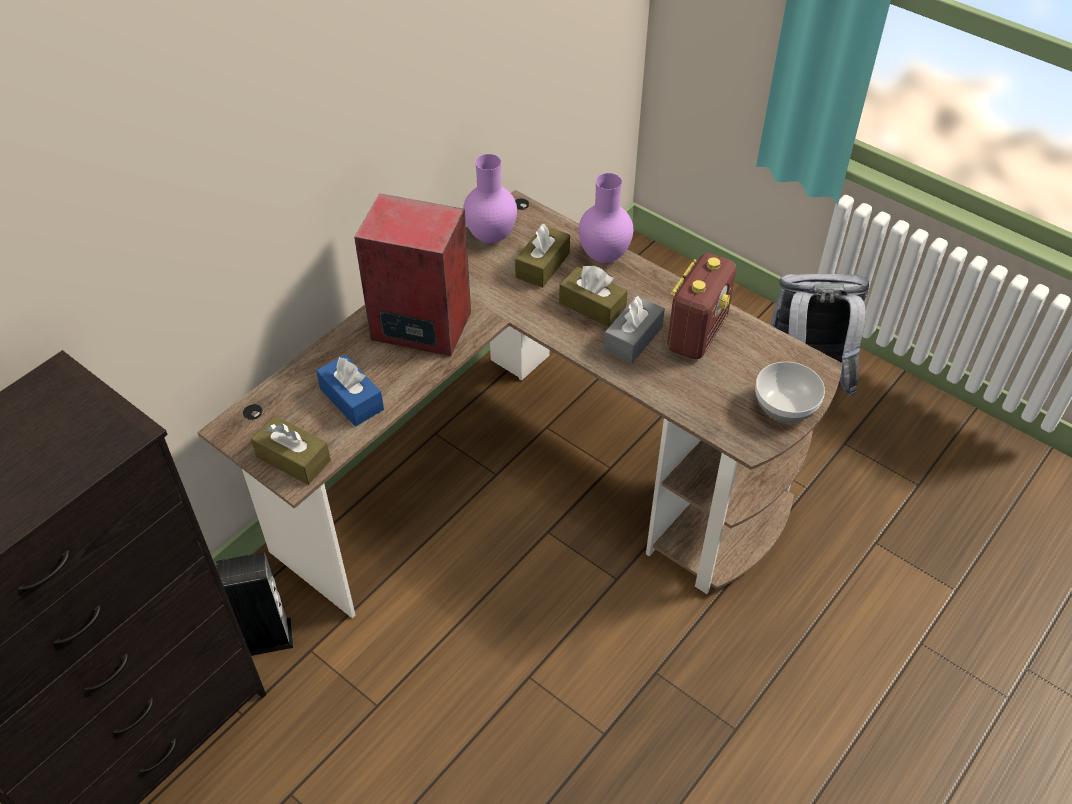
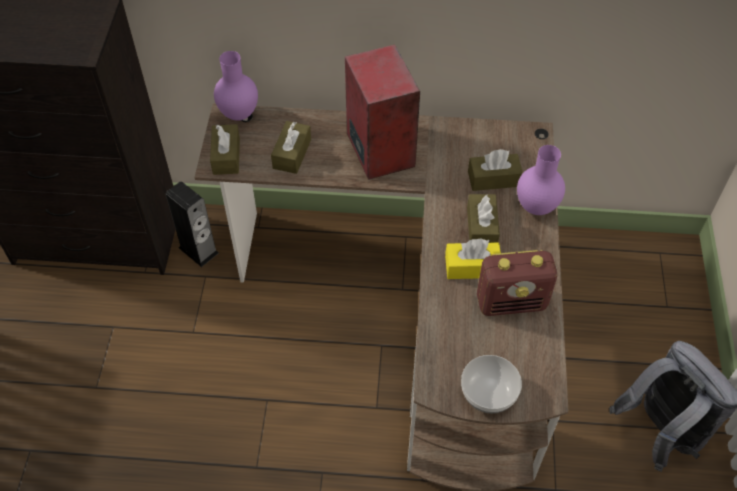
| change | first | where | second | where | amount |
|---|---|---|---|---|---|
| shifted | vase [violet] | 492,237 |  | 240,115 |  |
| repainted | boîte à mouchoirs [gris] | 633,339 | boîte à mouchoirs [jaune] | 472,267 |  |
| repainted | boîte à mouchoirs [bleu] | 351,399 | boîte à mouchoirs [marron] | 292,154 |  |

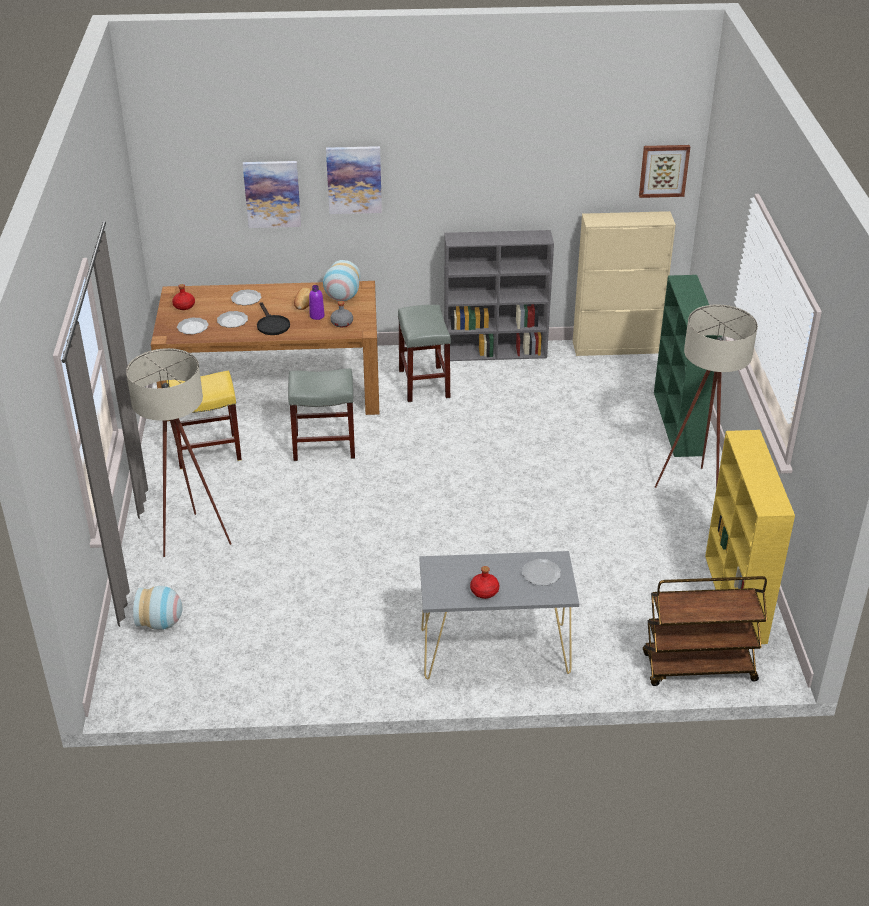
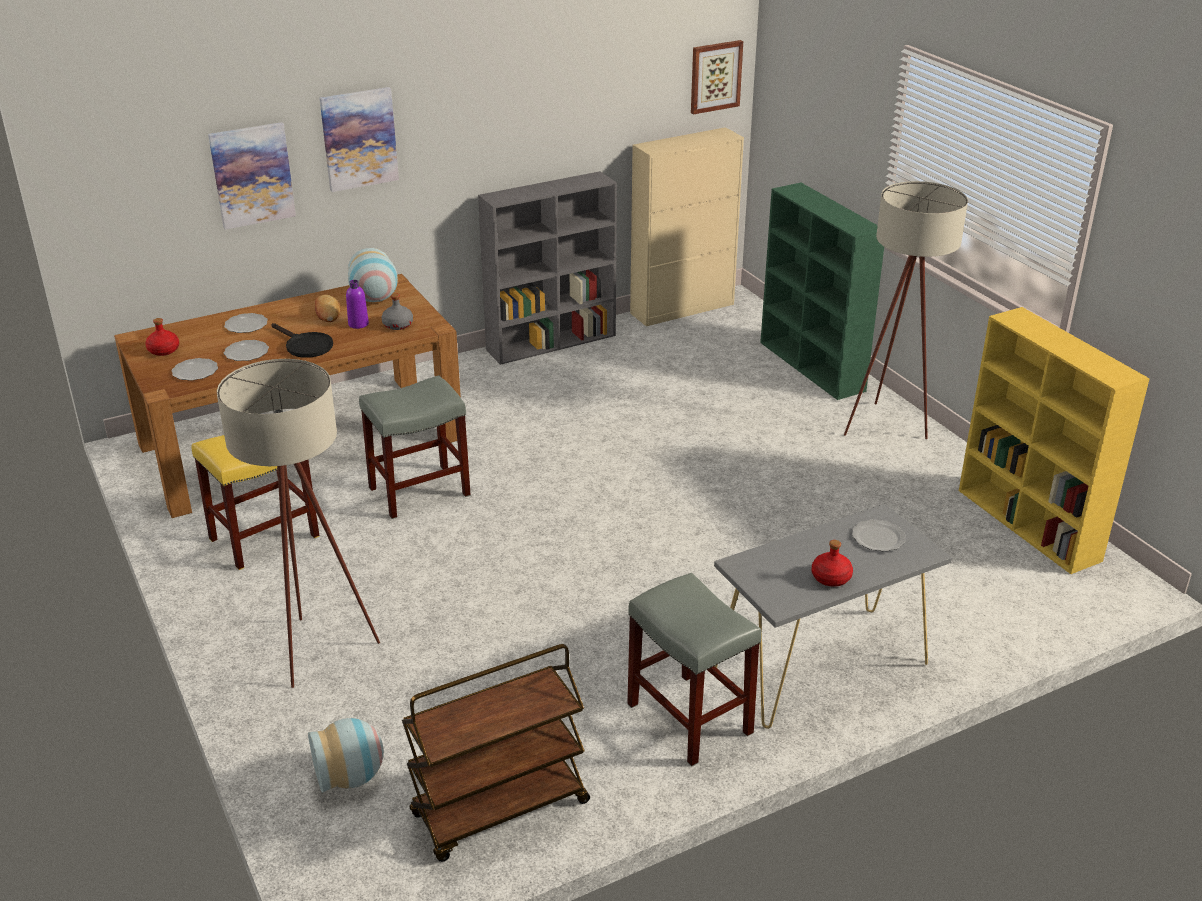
| change | first | where | second | where | amount |
|---|---|---|---|---|---|
| shifted | tabouret [gris] | 424,384 |  | 691,719 |  |
| shifted | chariot [marron] | 698,668 |  | 499,810 |  |

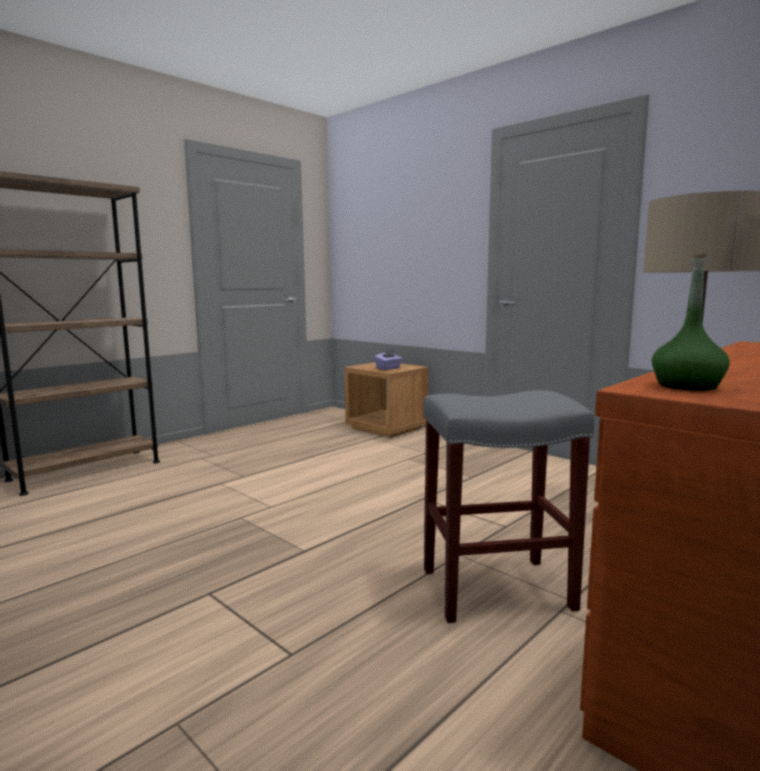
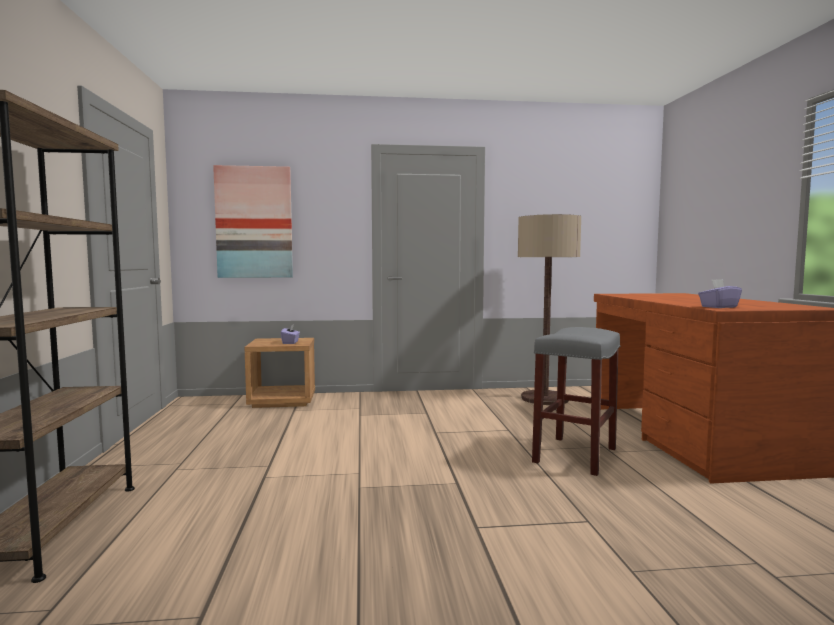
| change | first | where | second | where | amount |
|---|---|---|---|---|---|
| swapped | bouteille [vert] | 686,386 | boîte à mouchoirs [violet] | 718,307 |  |
| new |  |  | tableau | 254,222 |  |

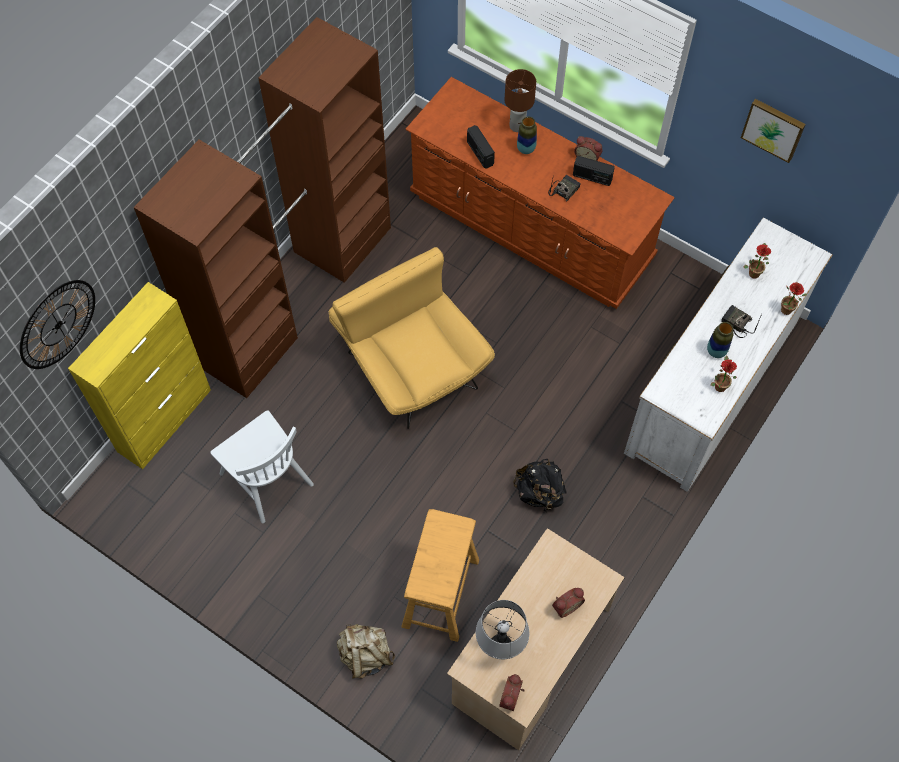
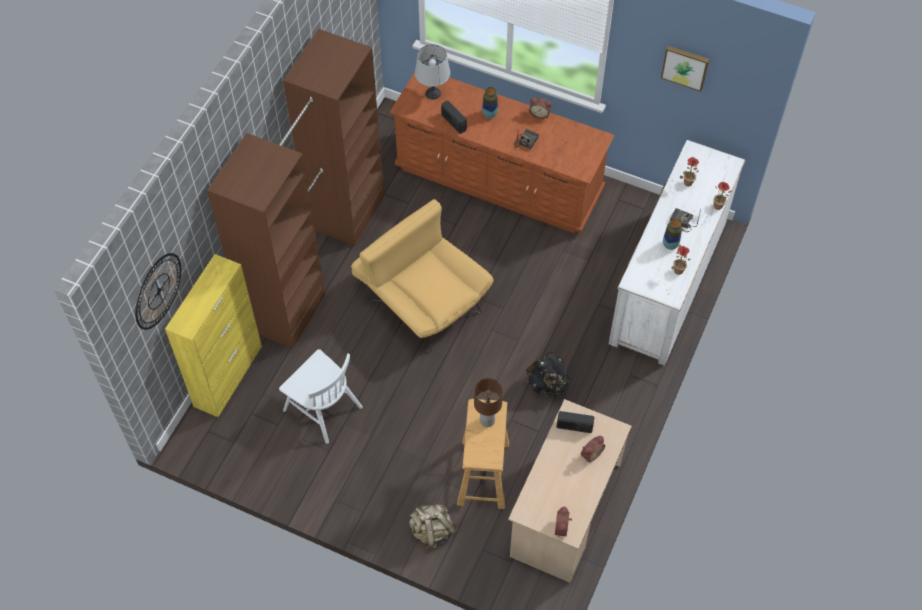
| change | first | where | second | where | amount |
|---|---|---|---|---|---|
| shifted | lampe de table [marron] | 517,126 |  | 487,420 |  |
| shifted | radio | 592,177 |  | 574,426 |  |
| shifted | lampe de table [gris] | 500,645 |  | 433,93 |  |

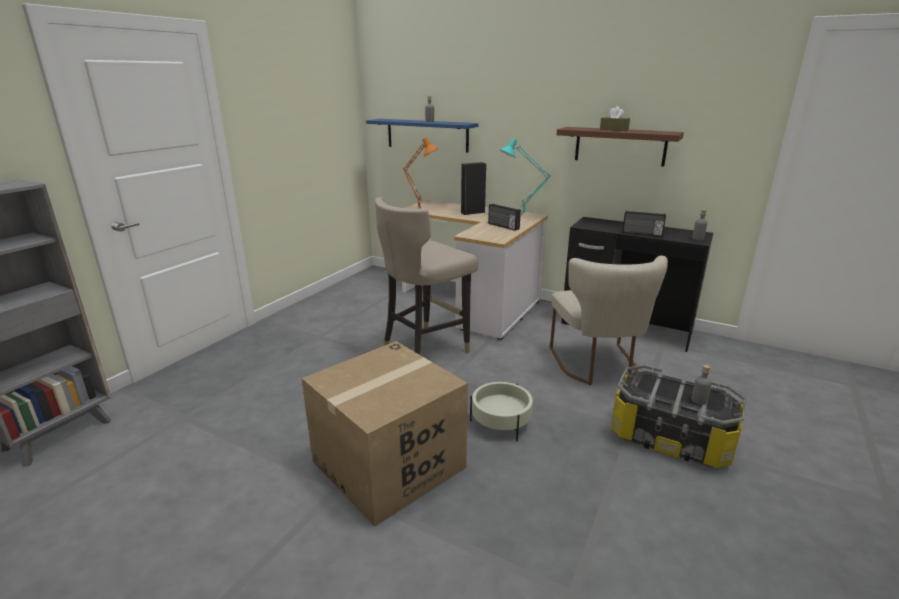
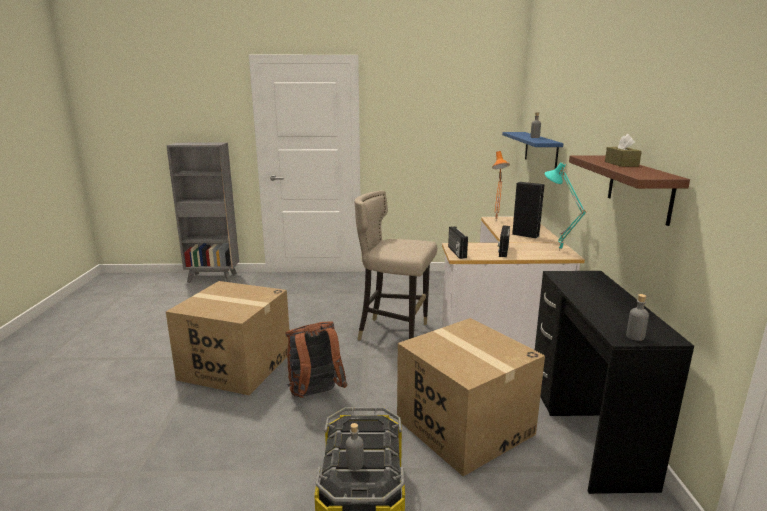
| change | first | where | second | where | amount |
|---|---|---|---|---|---|
| shifted | radio | 642,234 |  | 456,252 |  |
| swapped | chaise [beige] | 597,366 | carton | 464,426 |  |
| swapped | cache-pot [beige] | 501,423 | sac à dos [marron] | 315,395 |  |

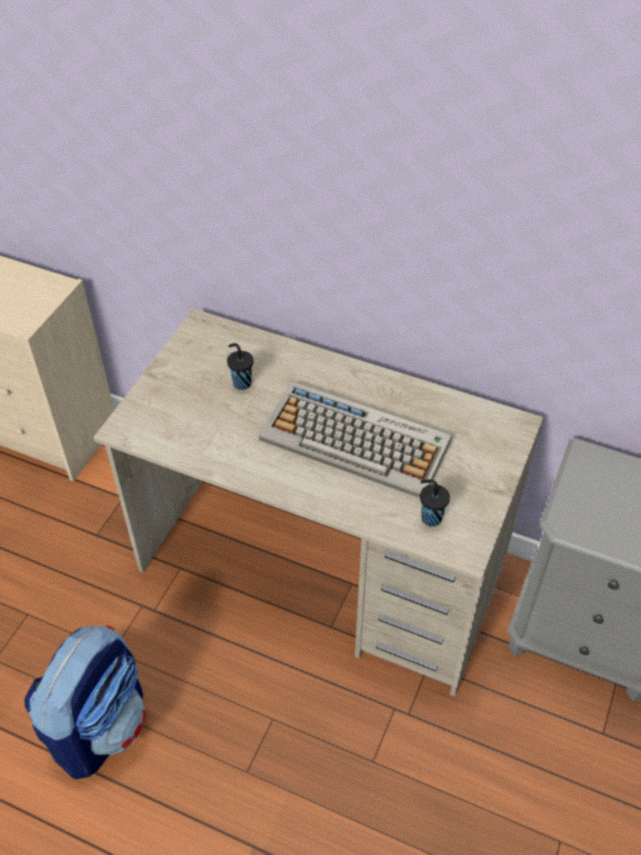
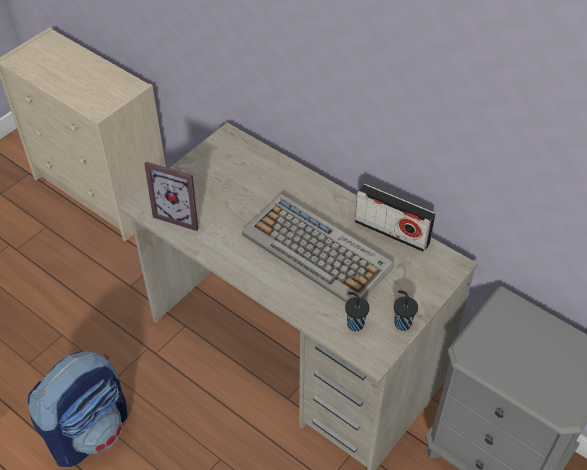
| change | first | where | second | where | amount |
|---|---|---|---|---|---|
| shifted | tasse [noir] | 241,383 |  | 402,323 |  |
| new |  |  | cadre photo | 181,214 |  |
| new |  |  | radio | 392,232 |  |

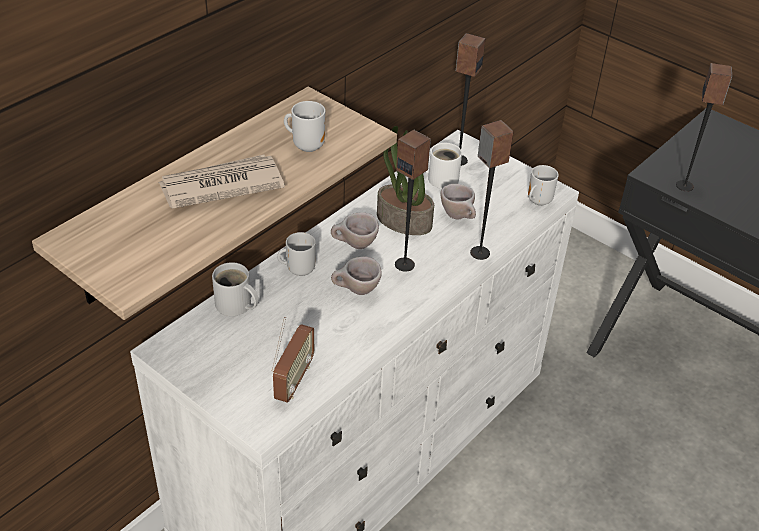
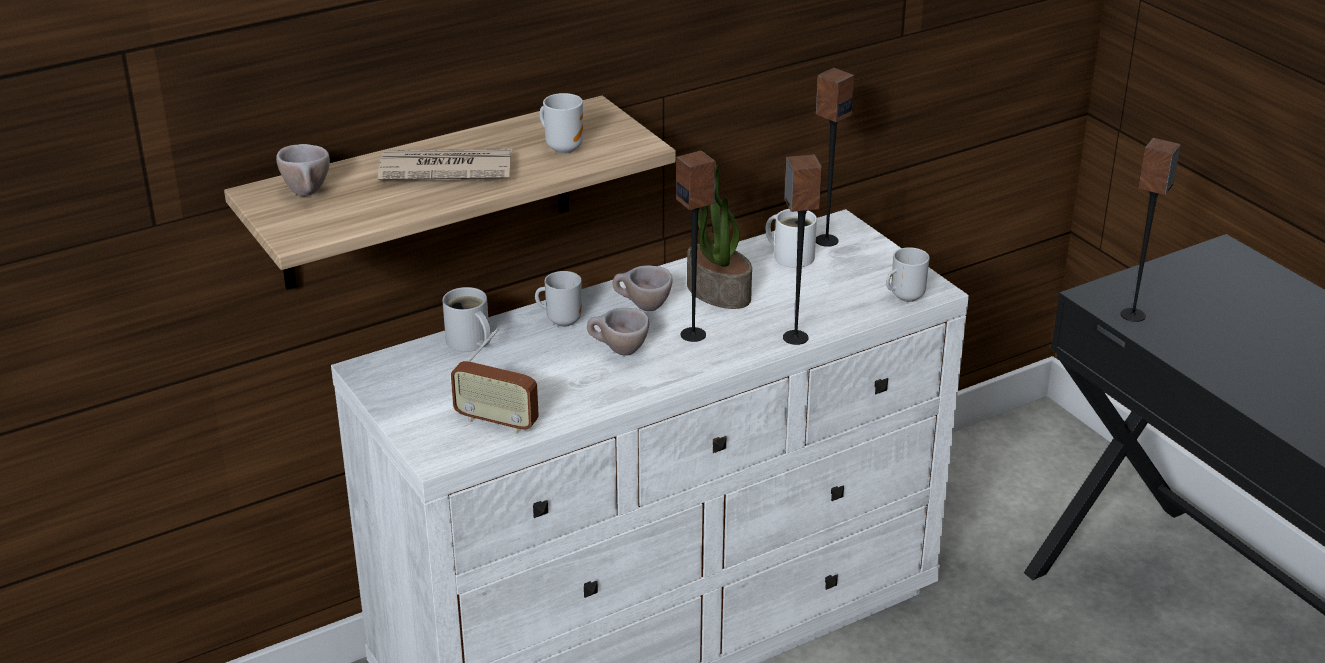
| change | first | where | second | where | amount |
|---|---|---|---|---|---|
| shifted | tasse [beige] | 459,217 |  | 308,194 |  |
| rotated | radio | 294,381 |  | 496,422 | 75 degrees clockwise |

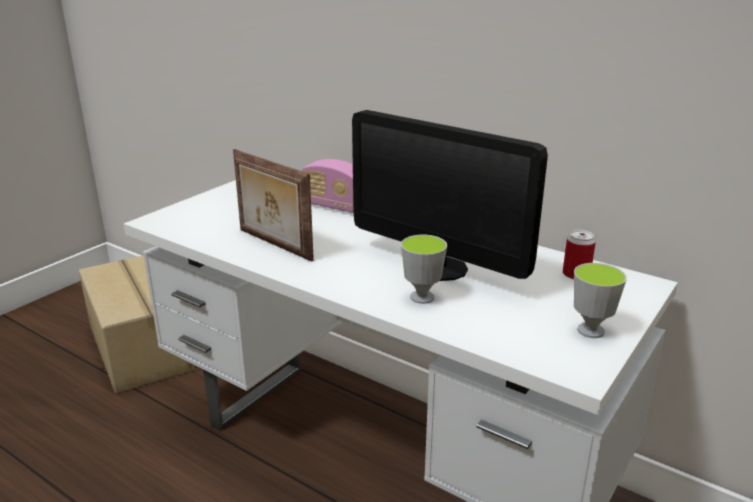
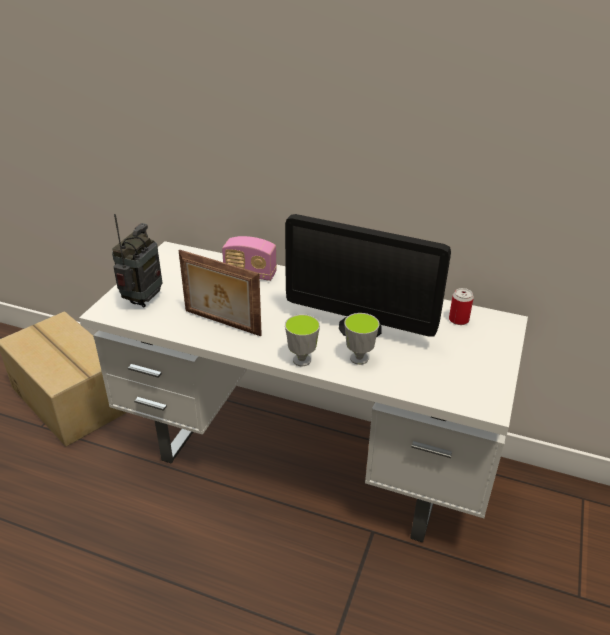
| change | first | where | second | where | amount |
|---|---|---|---|---|---|
| shifted | tasse | 590,331 |  | 302,360 |  |
| new |  |  | radio | 143,299 |  |

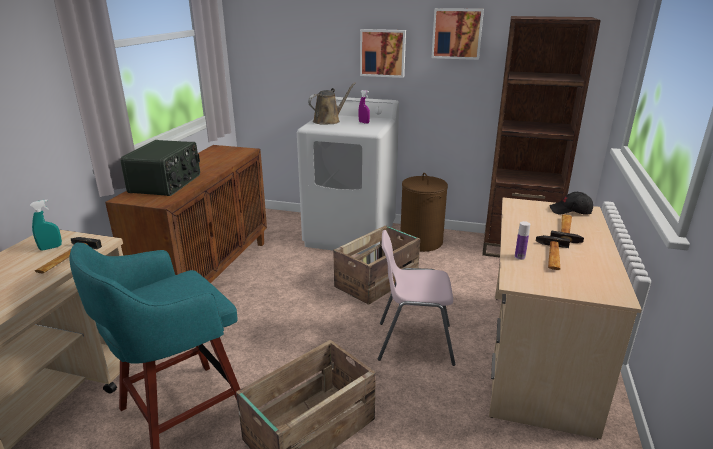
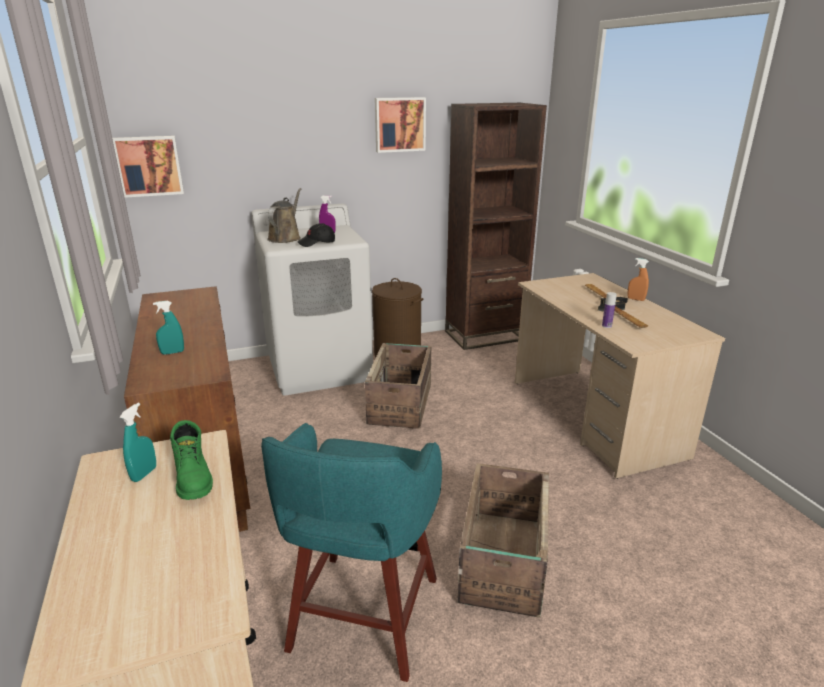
| change | first | where | second | where | amount |
|---|---|---|---|---|---|
| shifted | tableau | 383,53 |  | 149,166 |  |
| swapped | radio | 167,184 | vaporisateur [turquoise] | 172,352 |  |
| shifted | casquette [noir] | 570,211 |  | 316,243 |  |
| gone | chaise [rose] | 414,342 |  |  |  |
| swapped | marteau | 65,259 | botte [vert] | 194,478 |  |
| new |  |  | vaporisateur [orange] | 635,299 |  |

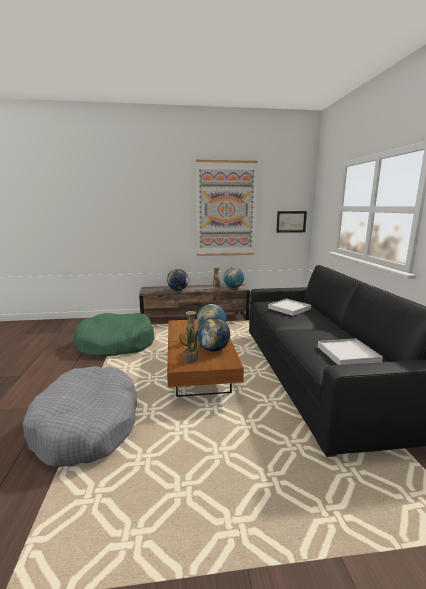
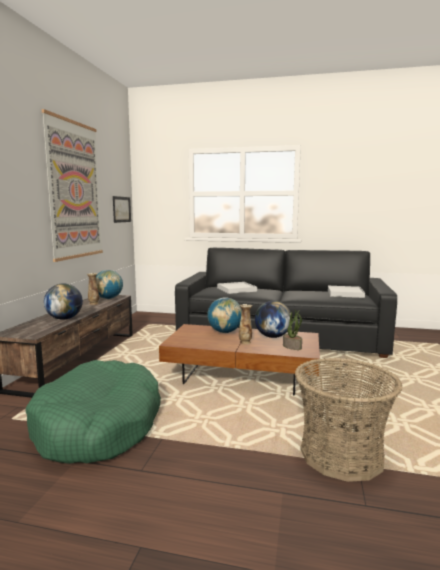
| change | first | where | second | where | amount |
|---|---|---|---|---|---|
| swapped | panier pour chien [gris] | 87,425 | panier | 341,454 |  |

